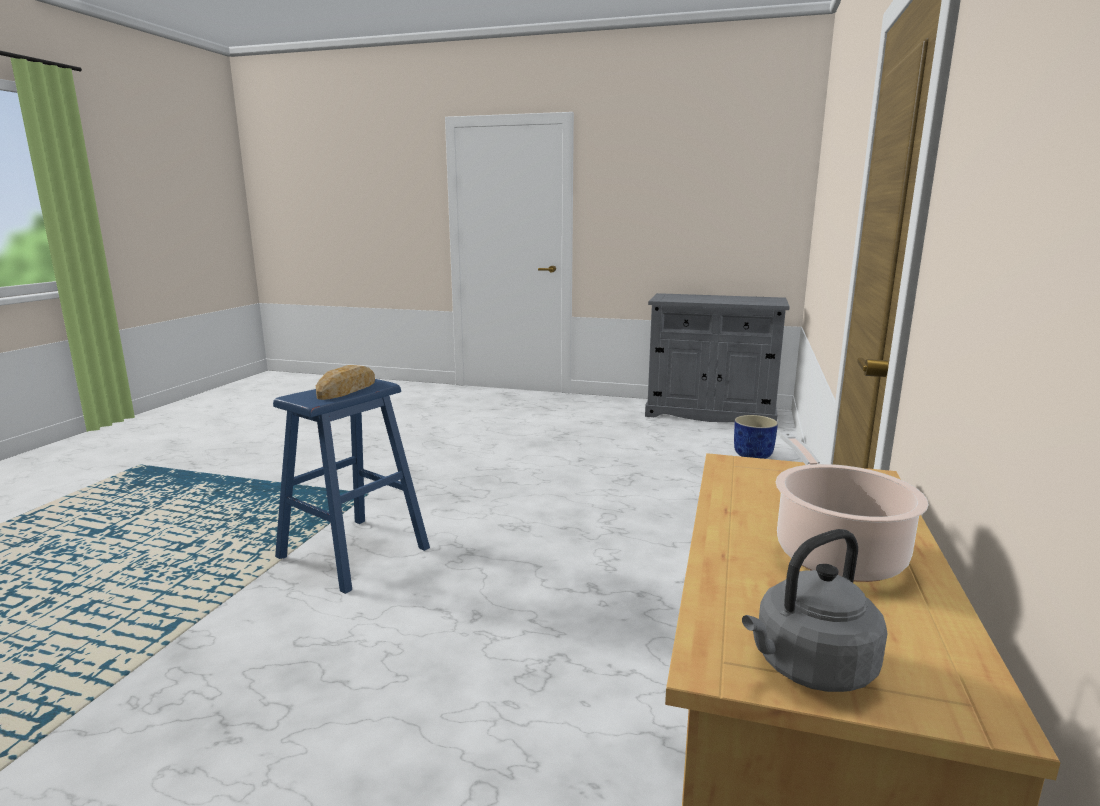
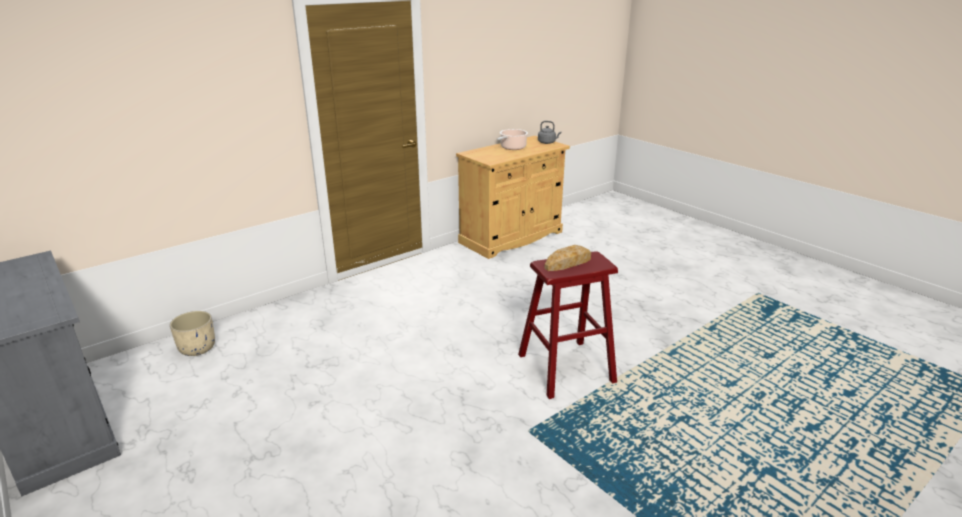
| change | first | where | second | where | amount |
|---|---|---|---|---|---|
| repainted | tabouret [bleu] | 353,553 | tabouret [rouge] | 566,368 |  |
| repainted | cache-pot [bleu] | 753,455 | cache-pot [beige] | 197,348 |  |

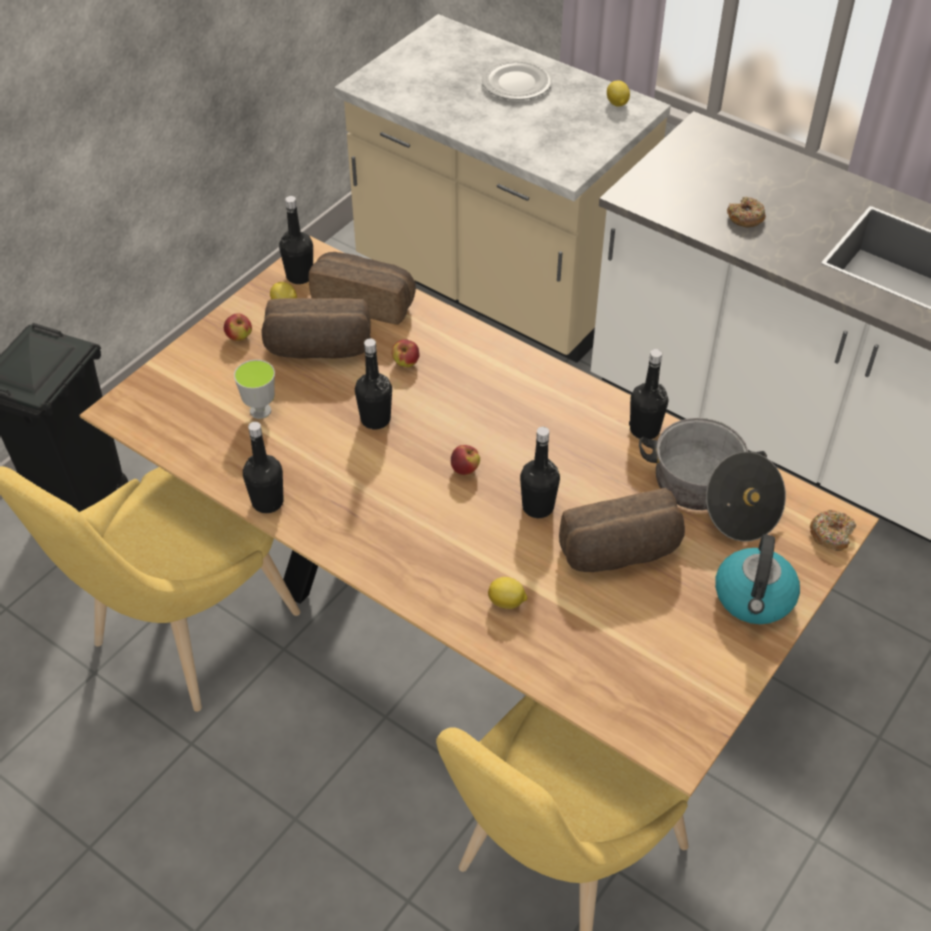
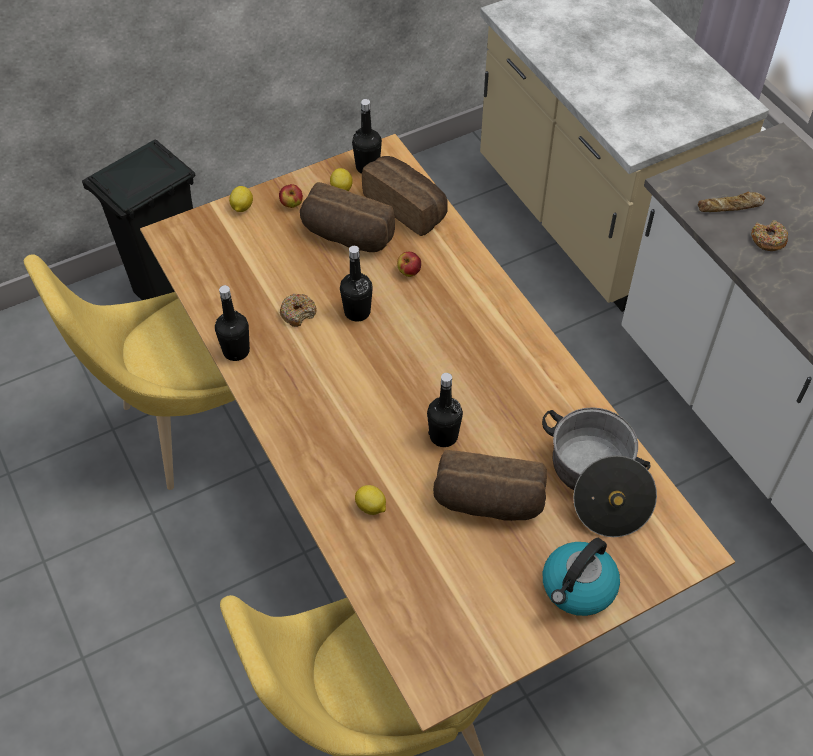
| change | first | where | second | where | amount |
|---|---|---|---|---|---|
| gone | assiette | 517,84 |  |  |  |
| shifted | citron | 617,104 |  | 241,207 |  |
| gone | bouteille [noir] | 644,430 |  |  |  |
| gone | tasse | 260,411 |  |  |  |
| gone | pomme | 465,469 |  |  |  |
| shifted | beignet | 831,534 |  | 298,313 |  |
| new |  |  | pain | 730,207 |  |

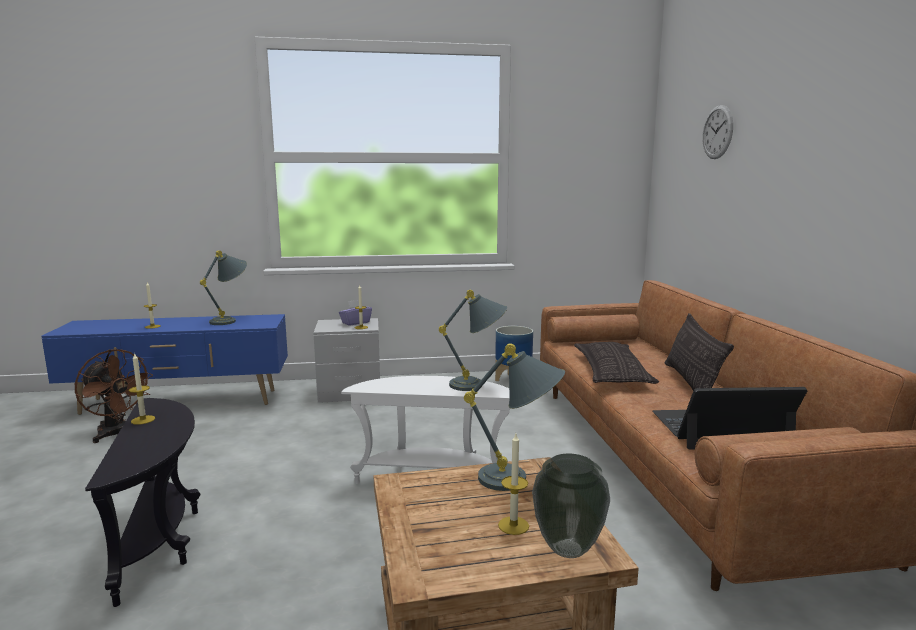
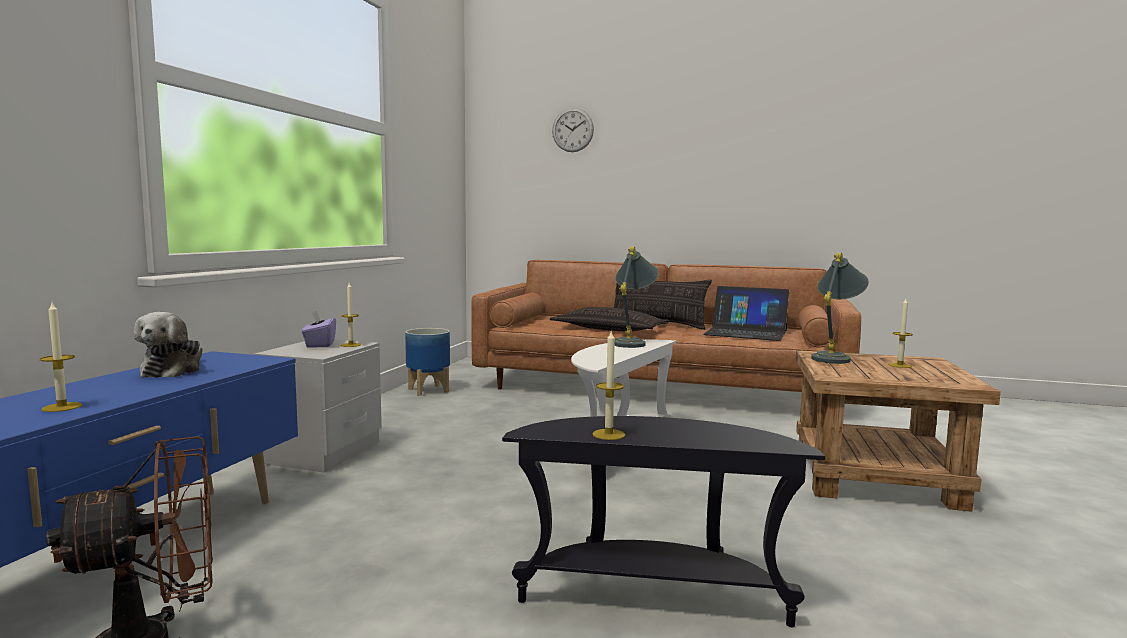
| change | first | where | second | where | amount |
|---|---|---|---|---|---|
| swapped | lampe de table [gris] | 231,320 | peluche | 173,370 |  |
| rotated | ordinateur portable | 719,429 |  | 746,333 | 90 degrees counterclockwise |
| gone | vase | 567,548 |  |  |  |

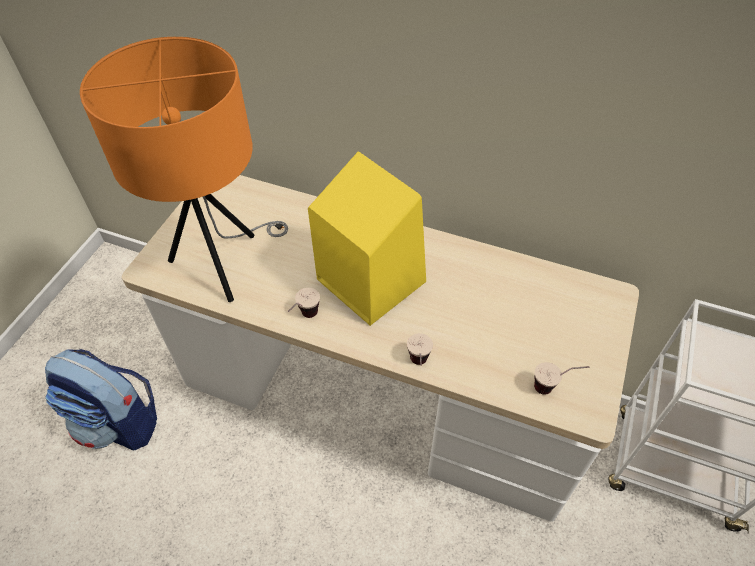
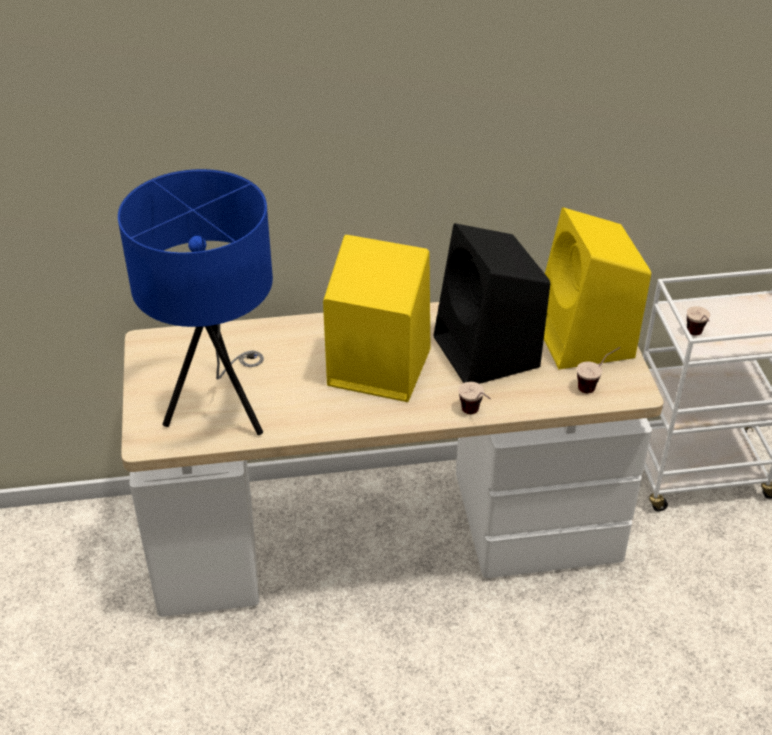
| change | first | where | second | where | amount |
|---|---|---|---|---|---|
| repainted | lampe de table [orange] | 223,263 | lampe de table [bleu] | 222,408 |  |
| shifted | tasse | 304,319 |  | 696,337 |  |
| gone | sac à dos | 119,423 |  |  |  |
| new |  |  | enceinte [jaune] | 585,339 |  |
| new |  |  | enceinte [noir] | 488,353 |  |

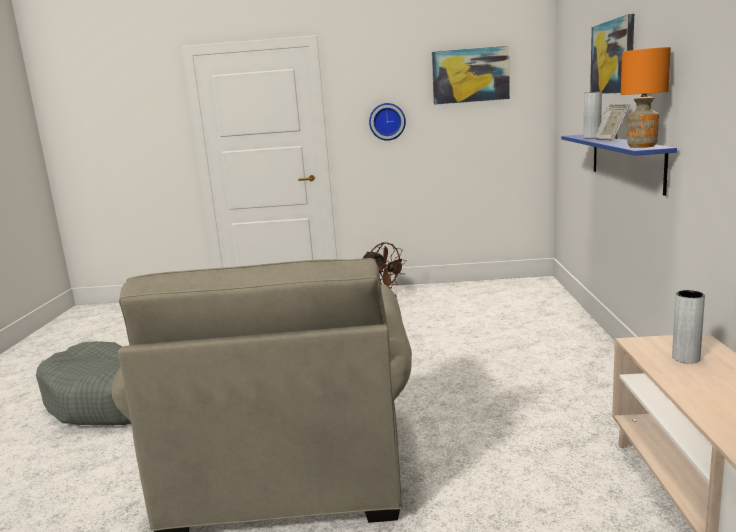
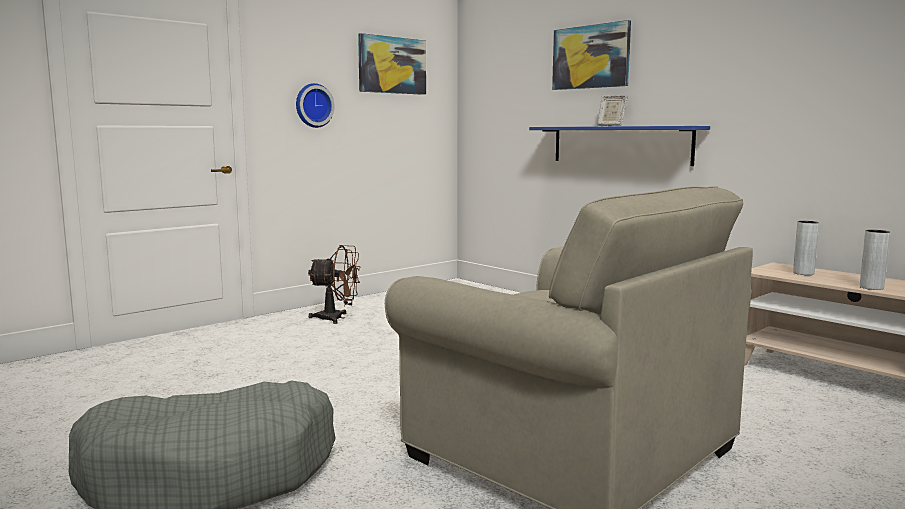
| change | first | where | second | where | amount |
|---|---|---|---|---|---|
| gone | lampe de table [orange] | 642,146 |  |  |  |
| shifted | vase [gris] | 592,138 |  | 871,287 |  |

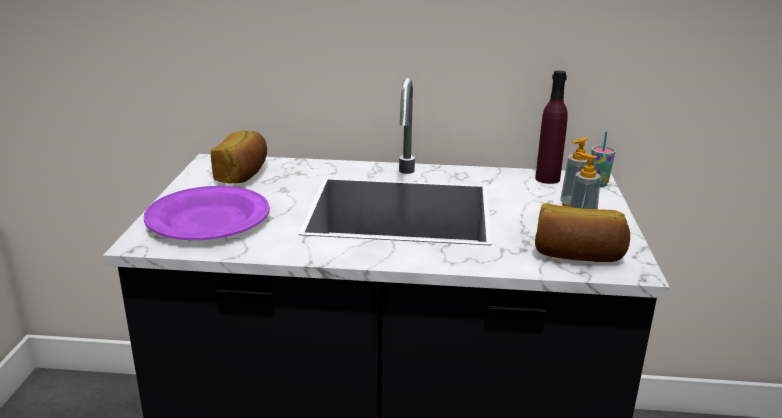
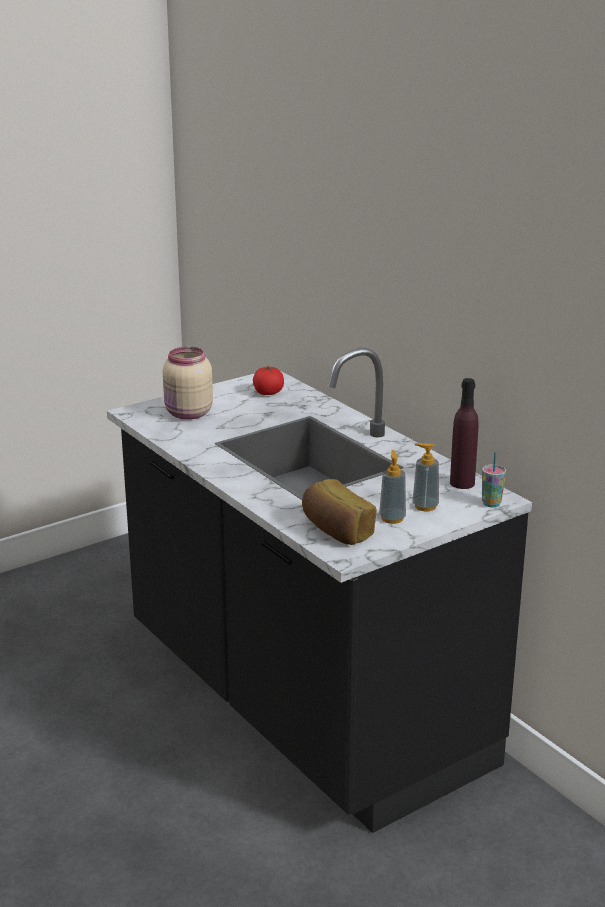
| change | first | where | second | where | amount |
|---|---|---|---|---|---|
| swapped | pain | 243,174 | tomate | 268,393 |  |
| swapped | assiette [violet] | 208,220 | bocal [beige] | 188,414 |  |

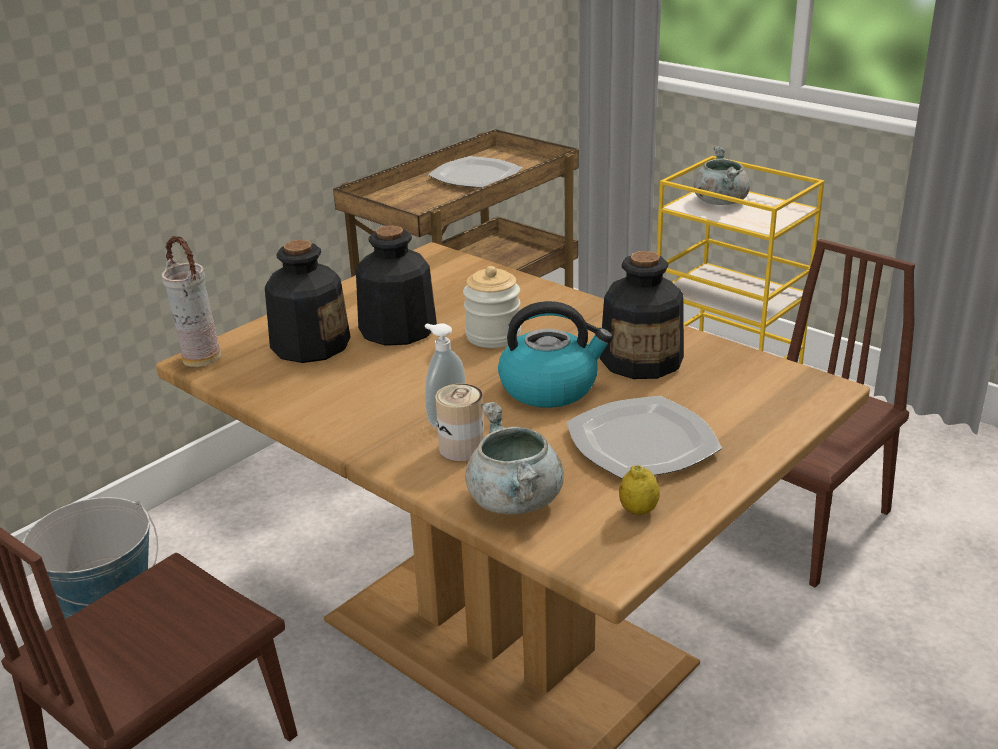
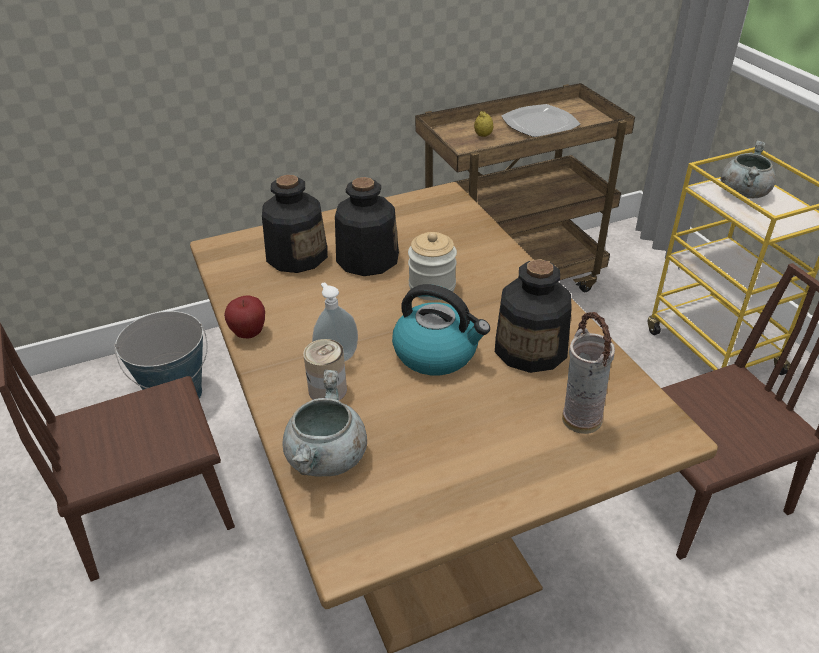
| change | first | where | second | where | amount |
|---|---|---|---|---|---|
| shifted | vase | 200,359 |  | 579,420 |  |
| gone | assiette | 640,442 |  |  |  |
| shifted | citron | 638,511 |  | 483,135 |  |
| new |  |  | pomme | 249,334 |  |

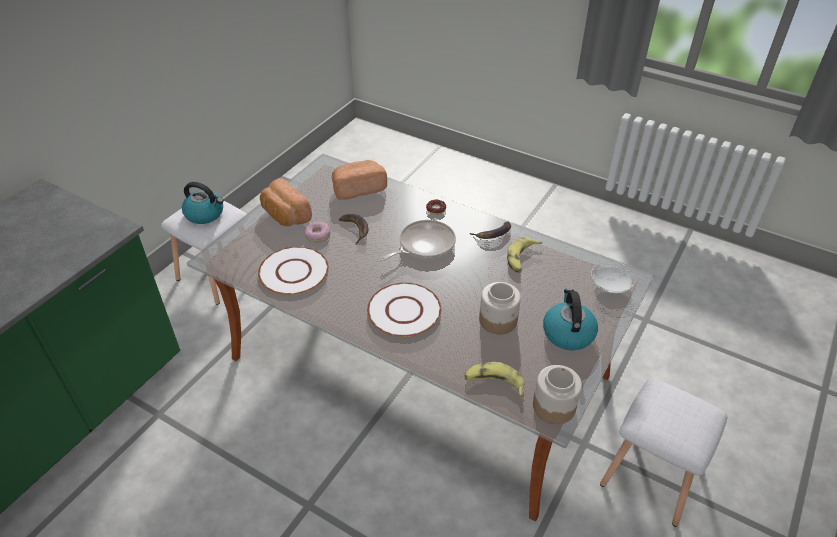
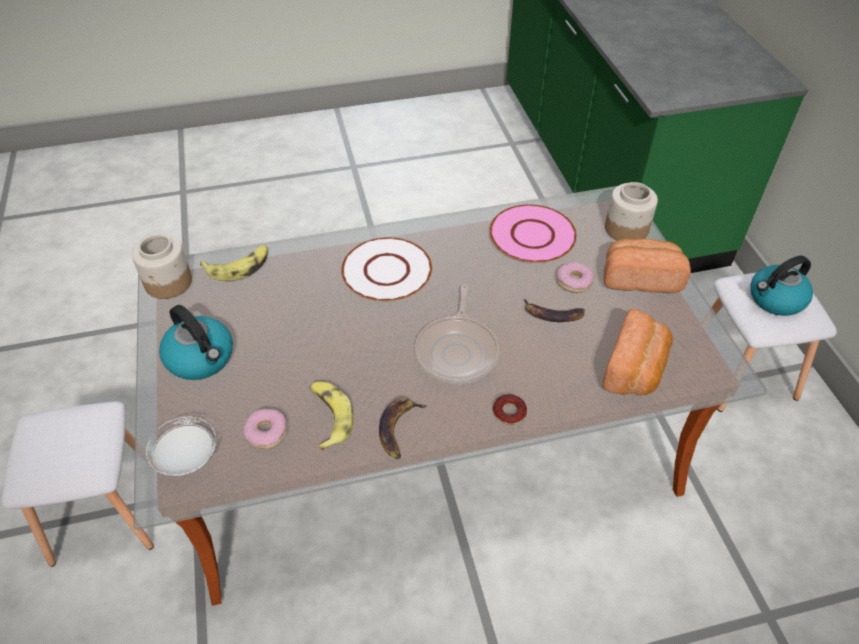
| change | first | where | second | where | amount |
|---|---|---|---|---|---|
| repainted | assiette [blanc] | 293,272 | assiette [rose] | 533,235 |  |
| shifted | bocal | 498,320 |  | 626,229 |  |
| new |  |  | beignet | 266,432 |  |

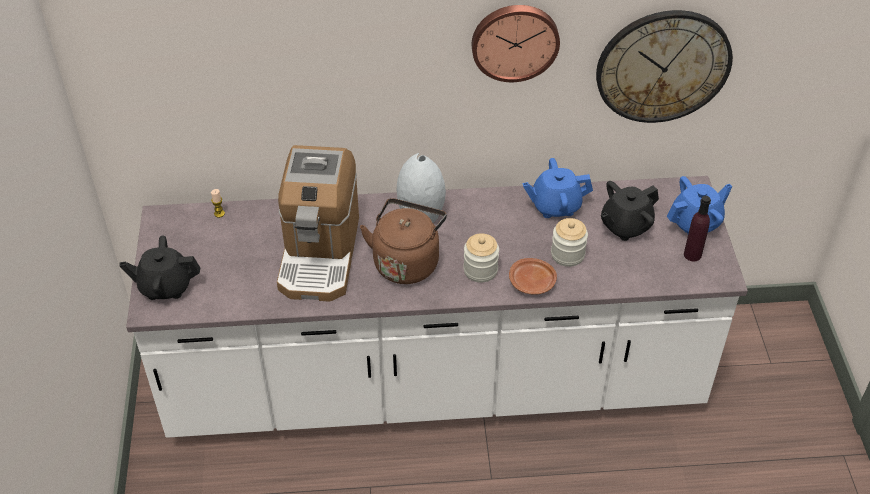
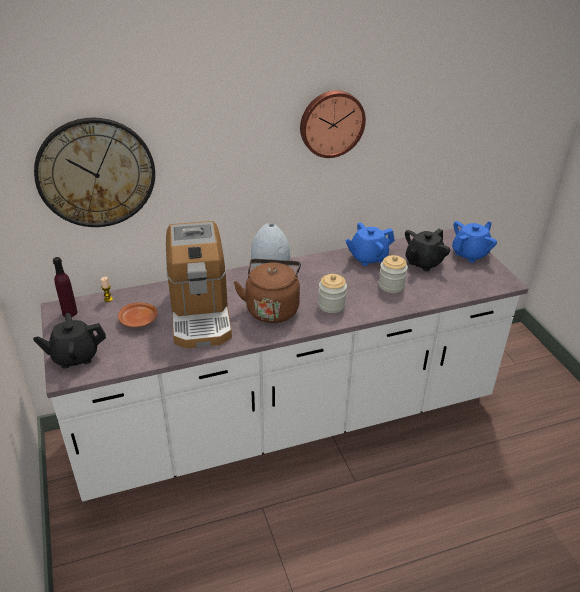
| change | first | where | second | where | amount |
|---|---|---|---|---|---|
| shifted | horloge murale | 663,66 |  | 96,173 |  |
| shifted | bouteille [violet] | 692,254 |  | 70,312 |  |
| shifted | assiette [marron] | 532,282 |  | 139,320 |  |

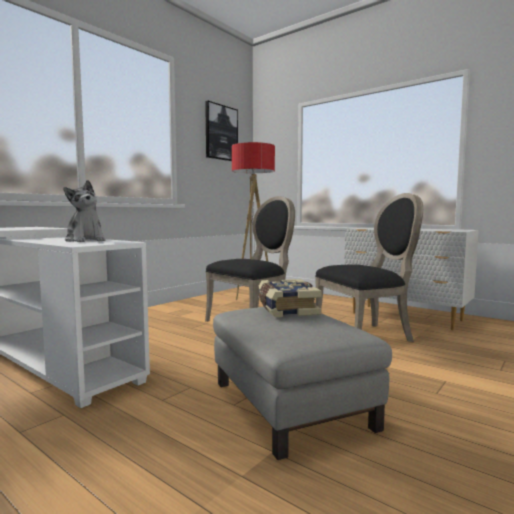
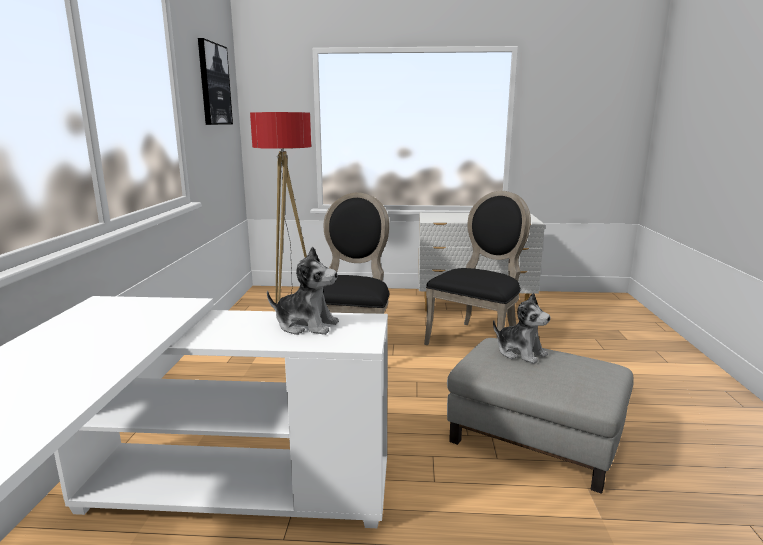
| change | first | where | second | where | amount |
|---|---|---|---|---|---|
| swapped | livre | 286,309 | peluche | 520,353 |  |

